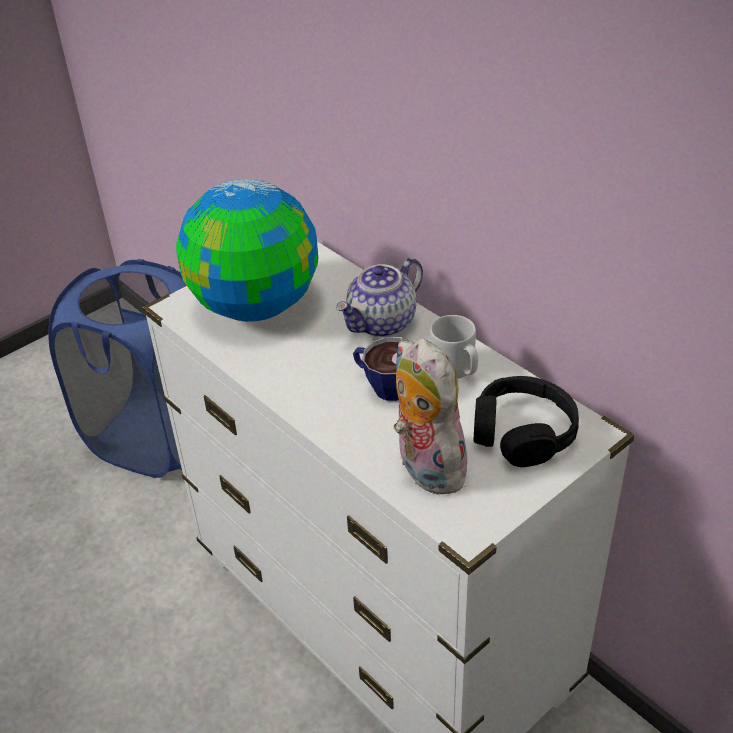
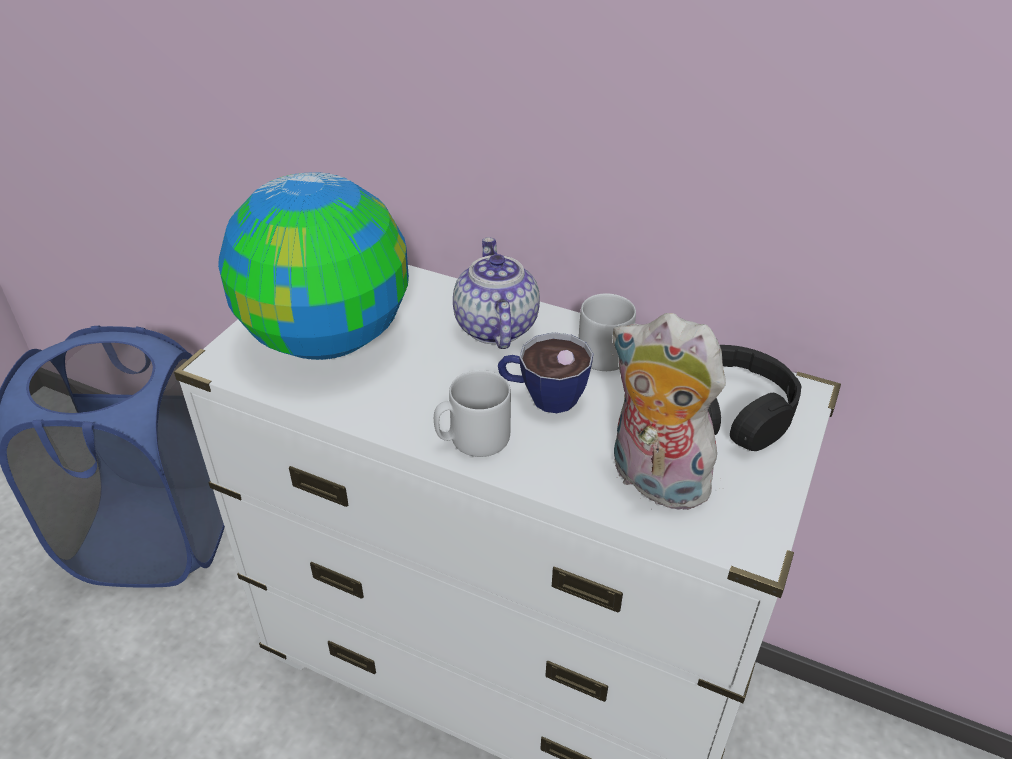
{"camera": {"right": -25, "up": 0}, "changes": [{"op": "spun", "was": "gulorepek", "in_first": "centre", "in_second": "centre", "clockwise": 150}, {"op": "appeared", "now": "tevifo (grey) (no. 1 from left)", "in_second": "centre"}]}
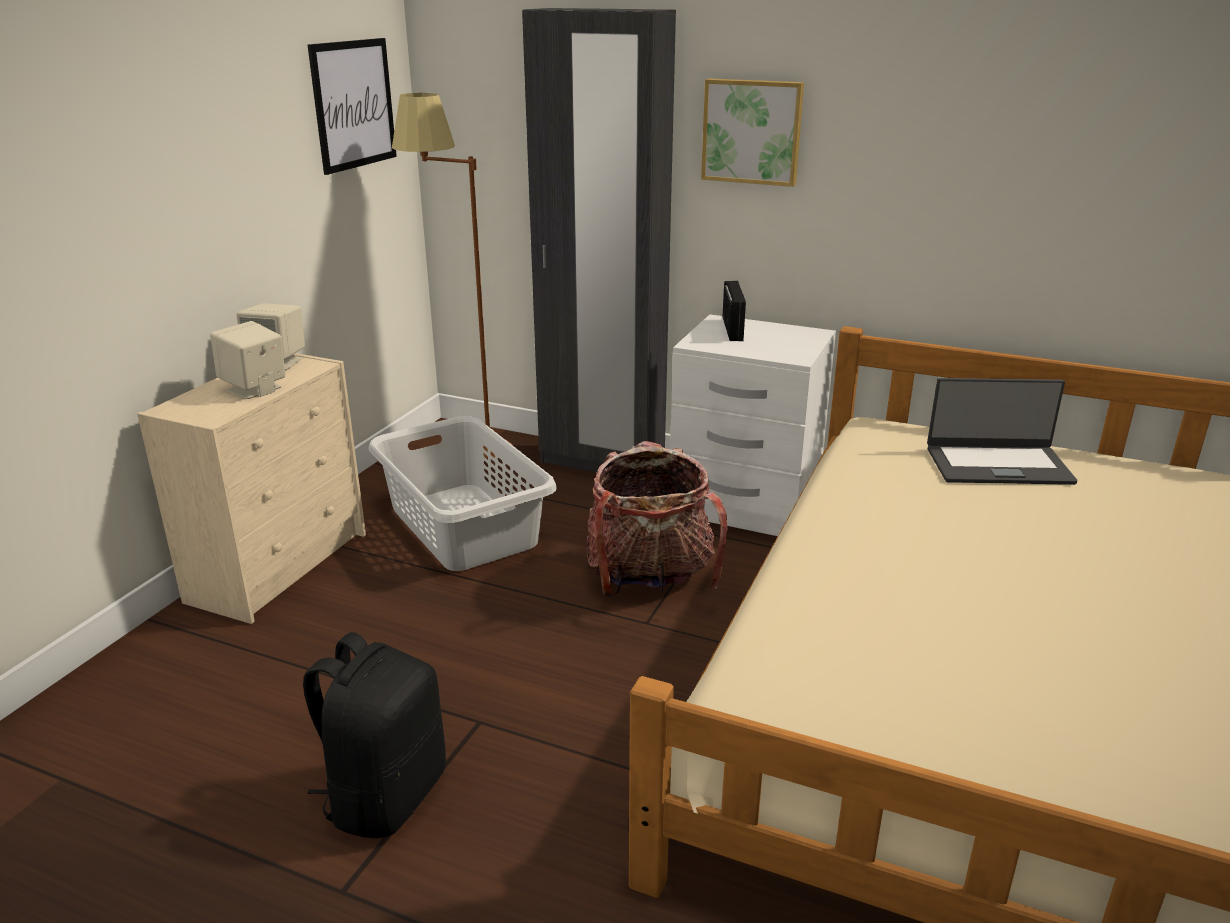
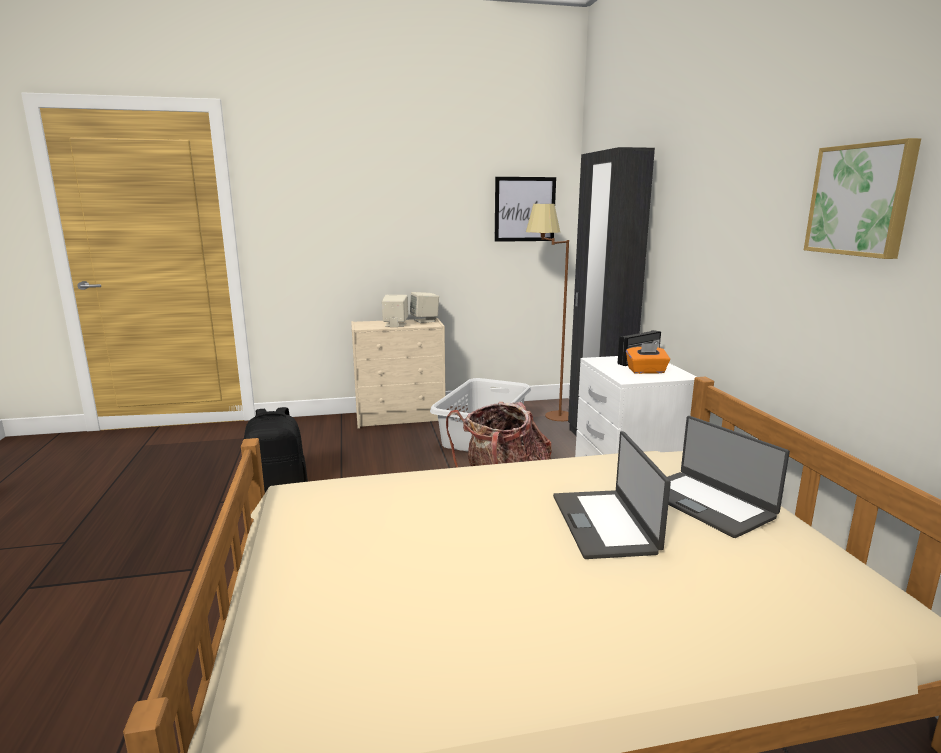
{"camera": {"right": 55, "up": -10}, "changes": [{"op": "relocated", "was": "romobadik (no. 2 from left)", "in_first": "top centre", "in_second": "top right"}, {"op": "appeared", "now": "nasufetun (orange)", "in_second": "middle right"}, {"op": "appeared", "now": "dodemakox (no. 1 from left)", "in_second": "centre"}]}
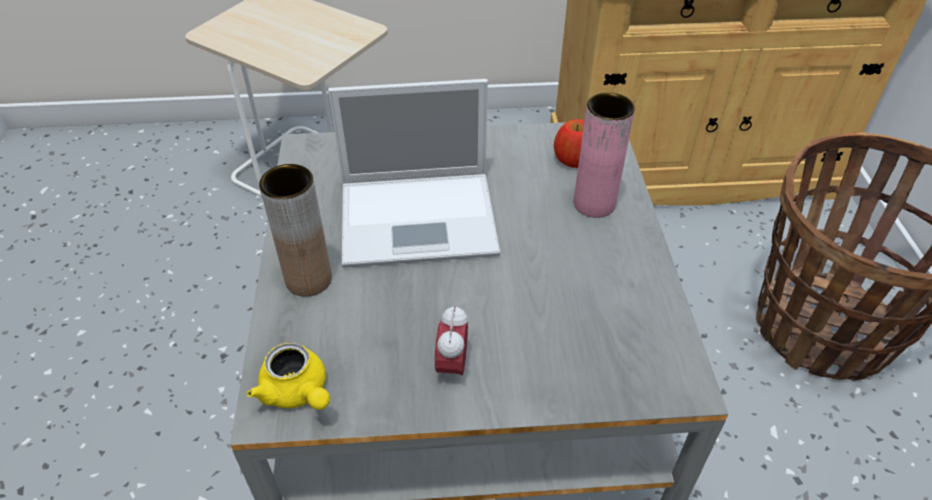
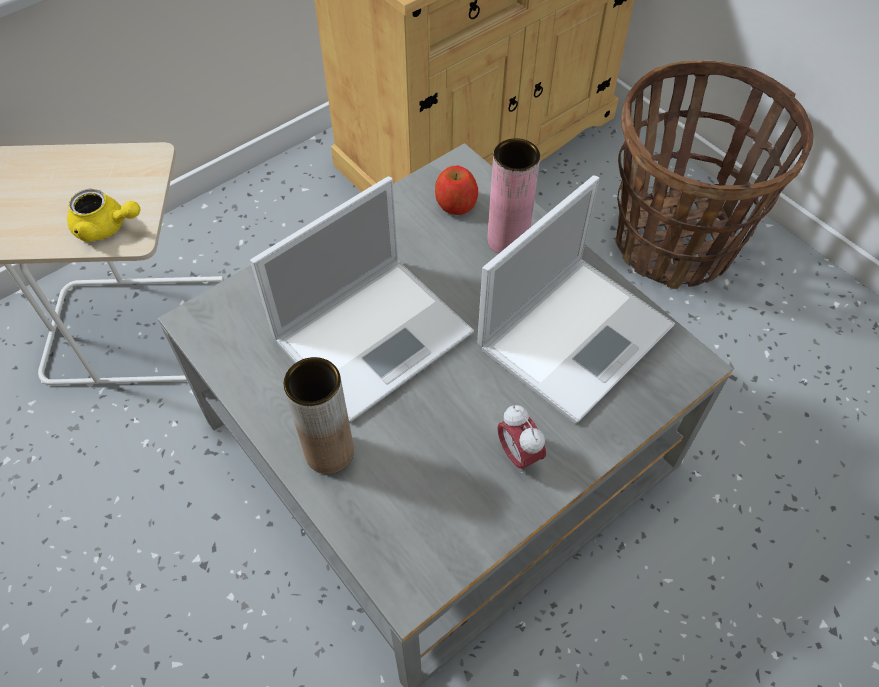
{"camera": {"right": -35, "up": 10}, "changes": [{"op": "relocated", "was": "gulorepek (yellow)", "in_first": "bottom left", "in_second": "top left"}, {"op": "appeared", "now": "dodemakox (no. 2 from left)", "in_second": "centre"}]}
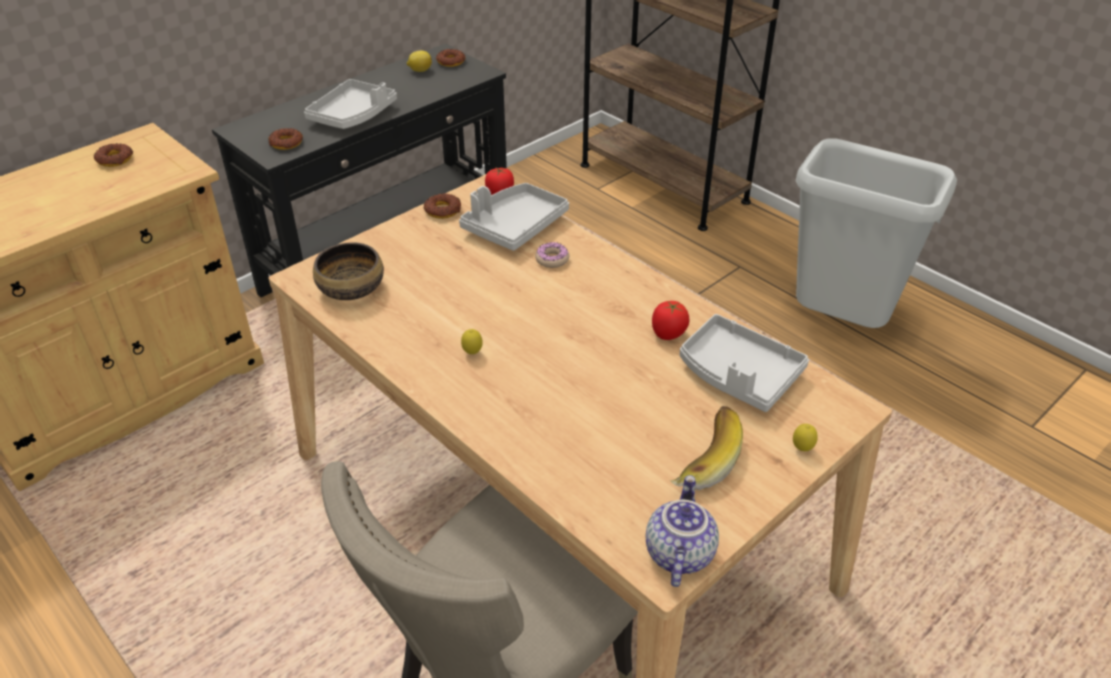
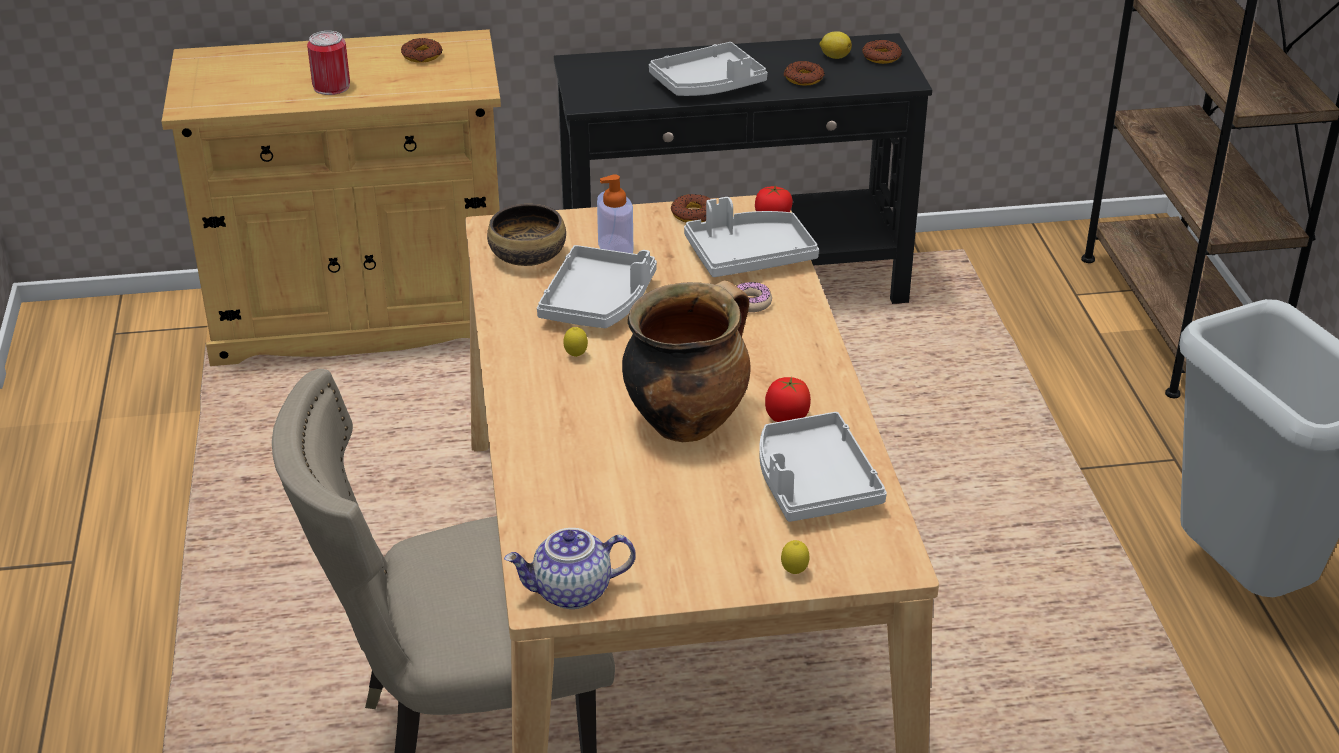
{"camera": {"right": 35, "up": -5}, "changes": [{"op": "relocated", "was": "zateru (no. 2 from left in the first image)", "now": "zateru (no. 4 from left)", "in_first": "top left", "in_second": "top centre"}, {"op": "missing", "was": "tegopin", "in_first": "centre"}, {"op": "spun", "was": "gulorepek", "in_first": "bottom centre", "in_second": "bottom centre", "clockwise": -150}, {"op": "appeared", "now": "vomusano", "in_second": "top left"}, {"op": "appeared", "now": "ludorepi", "in_second": "top centre"}, {"op": "appeared", "now": "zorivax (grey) (no. 1 from left)", "in_second": "centre"}, {"op": "appeared", "now": "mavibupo", "in_second": "centre"}]}
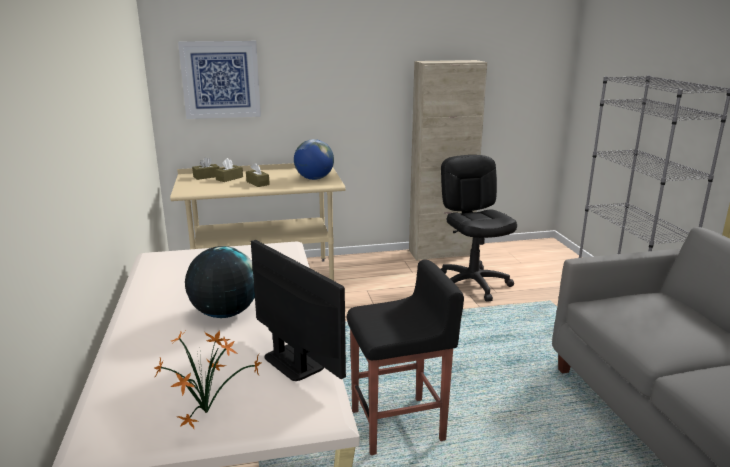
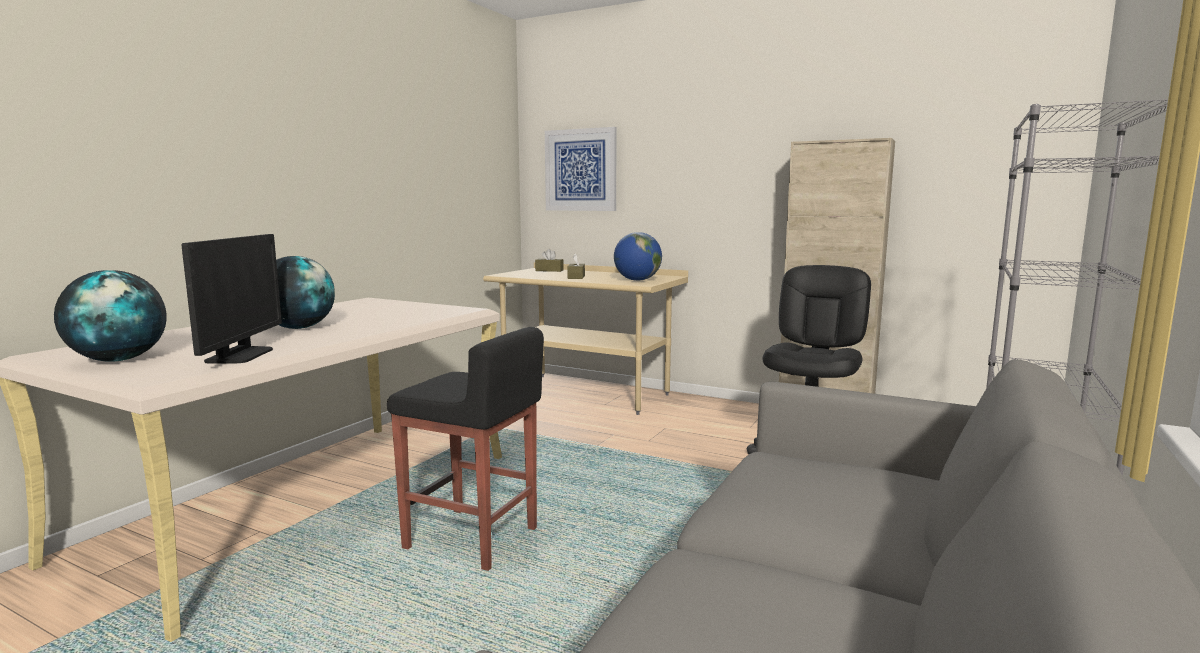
{"camera": {"right": 40, "up": -10}, "changes": [{"op": "missing", "was": "nasufetun (brown) (no. 2 from left)", "in_first": "middle left"}, {"op": "exchanged", "was": "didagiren", "now": "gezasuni (no. 1 from left)", "in_first": "bottom left", "in_second": "middle left"}]}
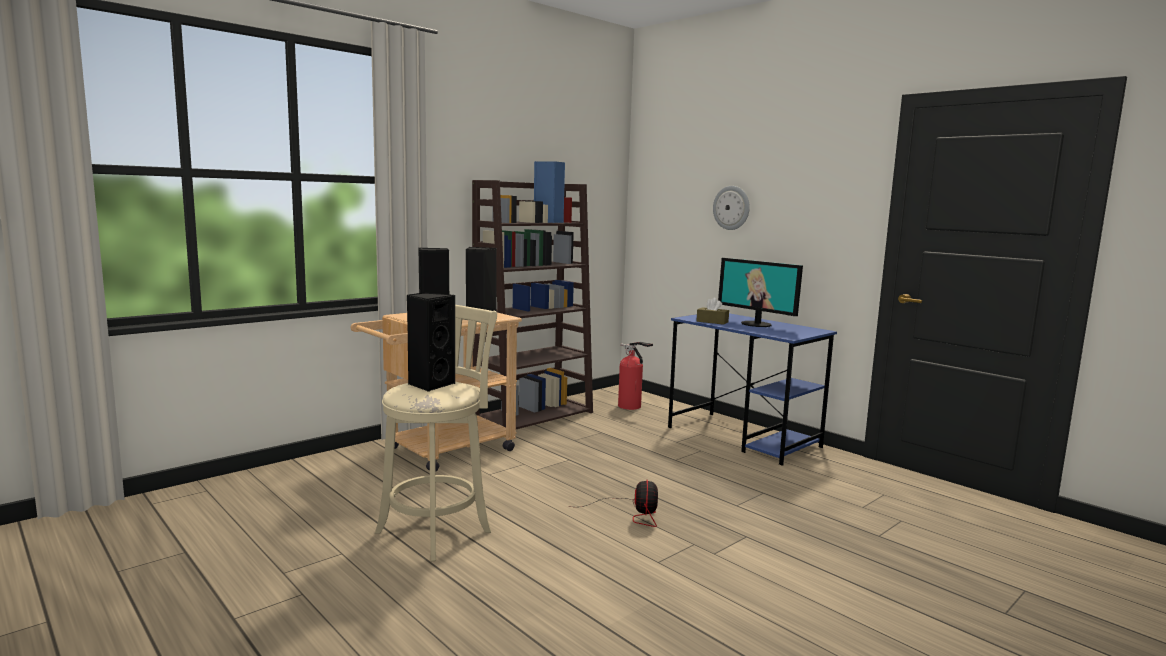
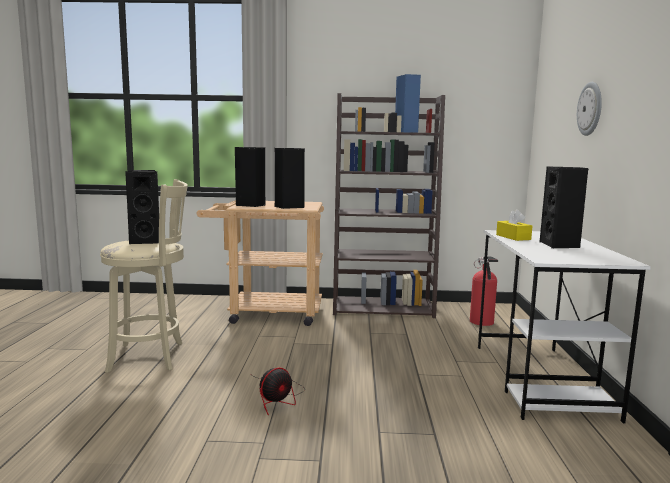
{"camera": {"right": 45, "up": 0}, "changes": [{"op": "exchanged", "was": "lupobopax", "now": "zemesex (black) (no. 4 from left)", "in_first": "centre", "in_second": "middle right"}, {"op": "colour", "was": "nasufetun (brown)", "now": "nasufetun (yellow)", "in_first": "centre", "in_second": "middle right"}, {"op": "colour", "was": "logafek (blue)", "now": "logafek (white)", "in_first": "centre", "in_second": "bottom right"}]}
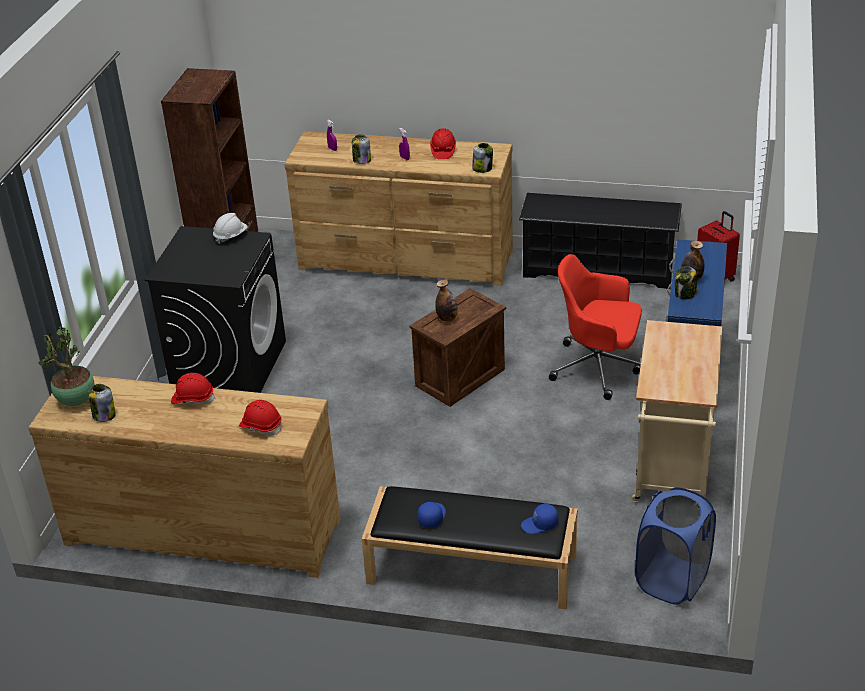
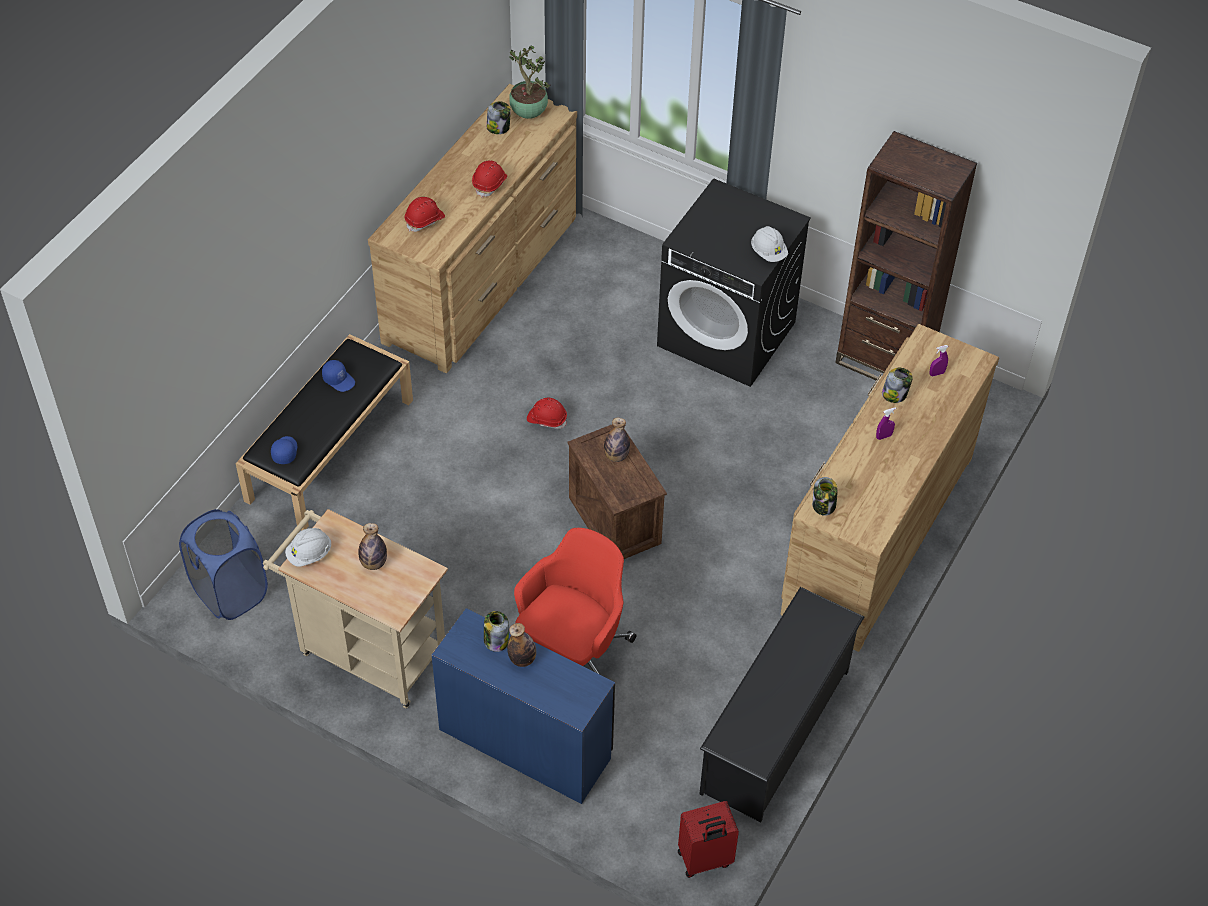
{"camera": {"right": 105, "up": 15}, "changes": [{"op": "relocated", "was": "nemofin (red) (no. 3 from left)", "in_first": "top centre", "in_second": "centre"}, {"op": "appeared", "now": "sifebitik (no. 1 from left)", "in_second": "middle left"}, {"op": "appeared", "now": "nemofin (white) (no. 1 from left)", "in_second": "middle left"}]}
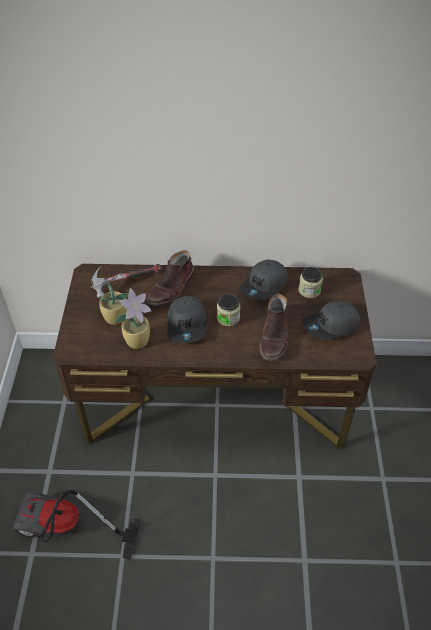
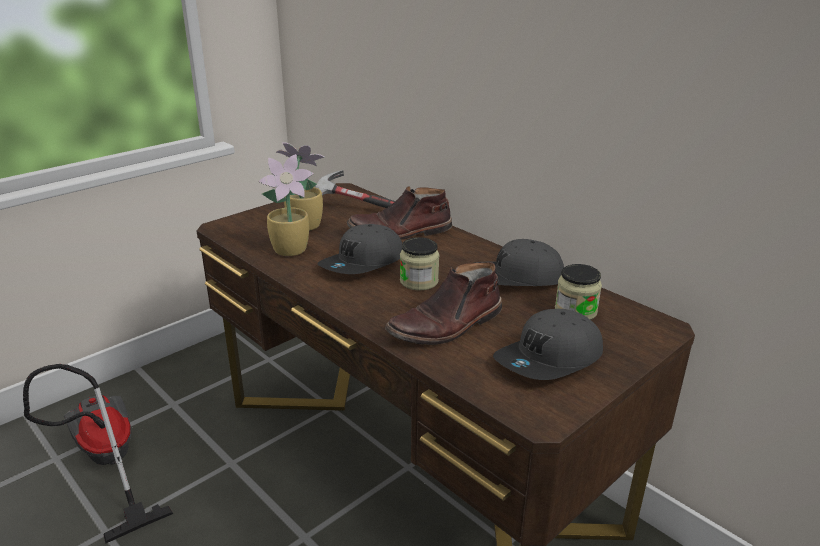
{"camera": {"right": 45, "up": -20}, "changes": [{"op": "spun", "was": "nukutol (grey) (no. 3 from left)", "in_first": "middle right", "in_second": "middle right", "clockwise": -60}]}
